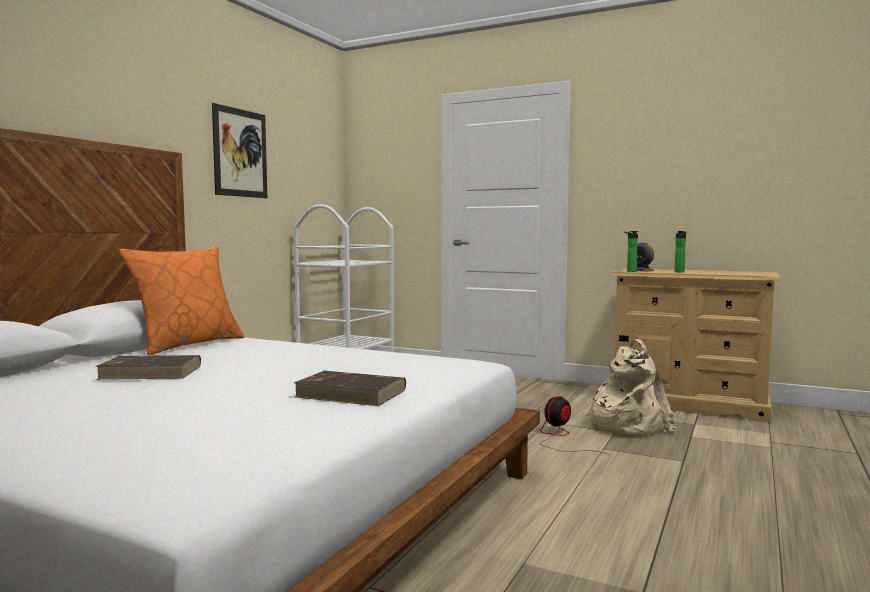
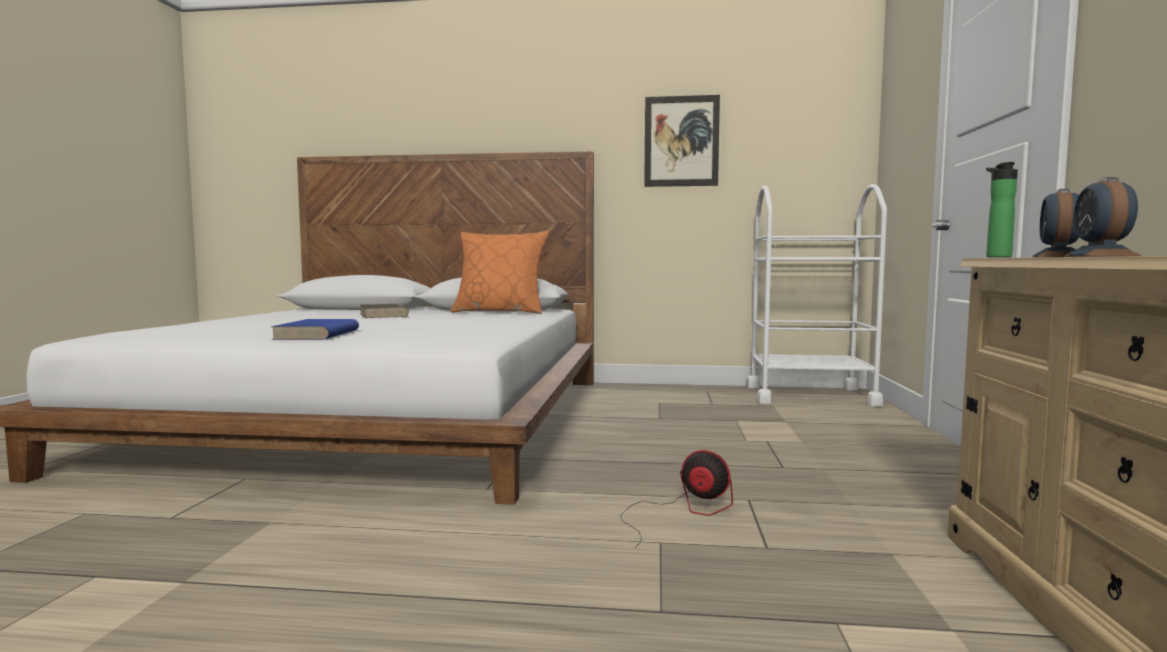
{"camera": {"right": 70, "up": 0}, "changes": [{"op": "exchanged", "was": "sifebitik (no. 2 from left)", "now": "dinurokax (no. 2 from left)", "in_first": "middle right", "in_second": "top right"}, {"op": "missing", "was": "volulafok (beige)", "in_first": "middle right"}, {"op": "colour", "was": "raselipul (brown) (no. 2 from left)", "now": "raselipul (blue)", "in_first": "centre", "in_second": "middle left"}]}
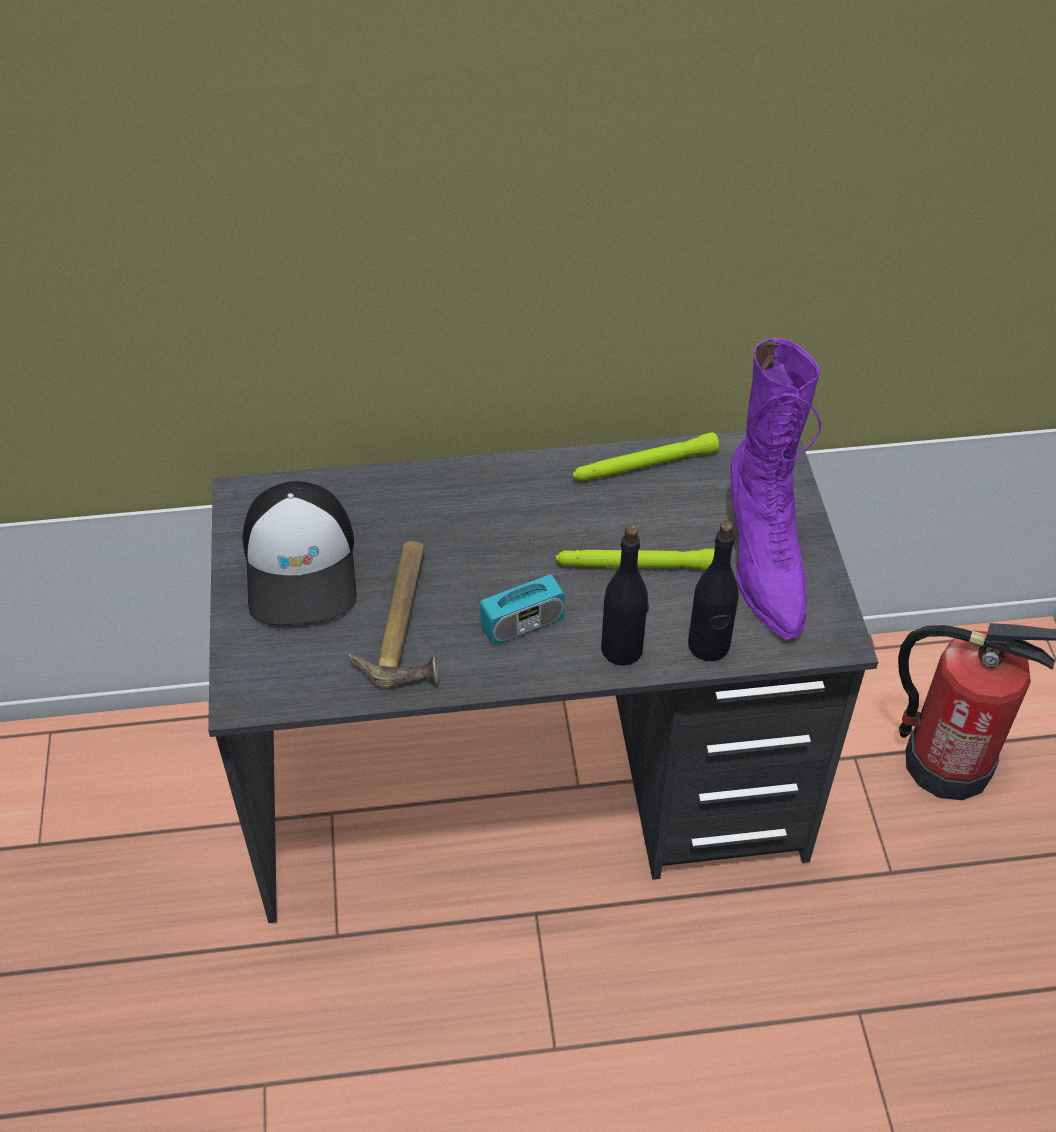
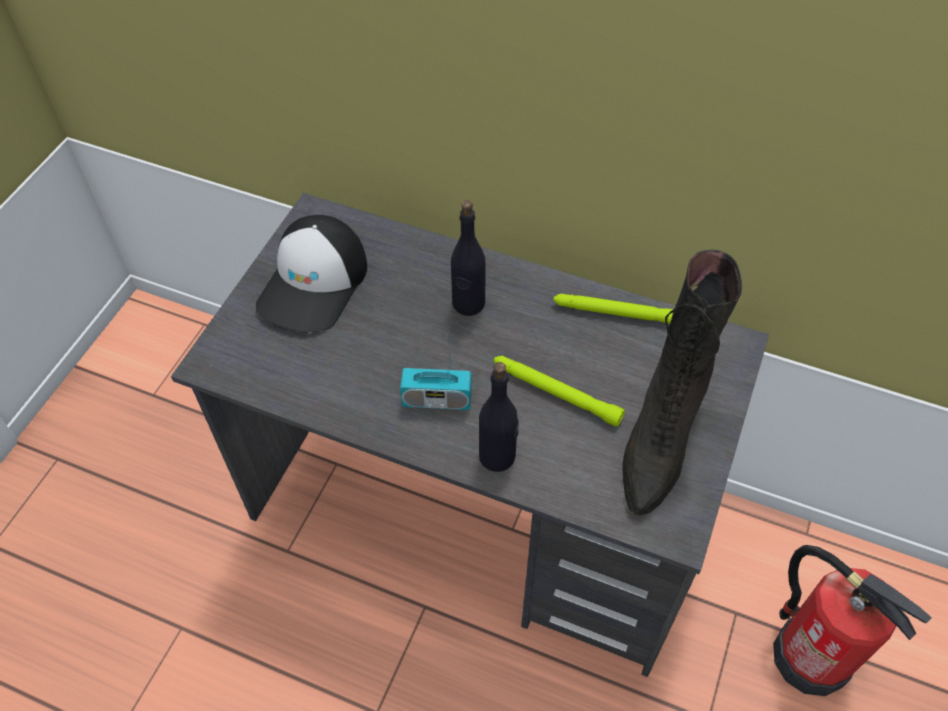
{"camera": {"right": 30, "up": 5}, "changes": [{"op": "colour", "was": "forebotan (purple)", "now": "forebotan (black)", "in_first": "middle right", "in_second": "middle right"}, {"op": "relocated", "was": "sifebitik (black) (no. 2 from left in the first image)", "now": "sifebitik (black) (no. 1 from left)", "in_first": "middle right", "in_second": "centre"}, {"op": "missing", "was": "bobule", "in_first": "centre"}]}
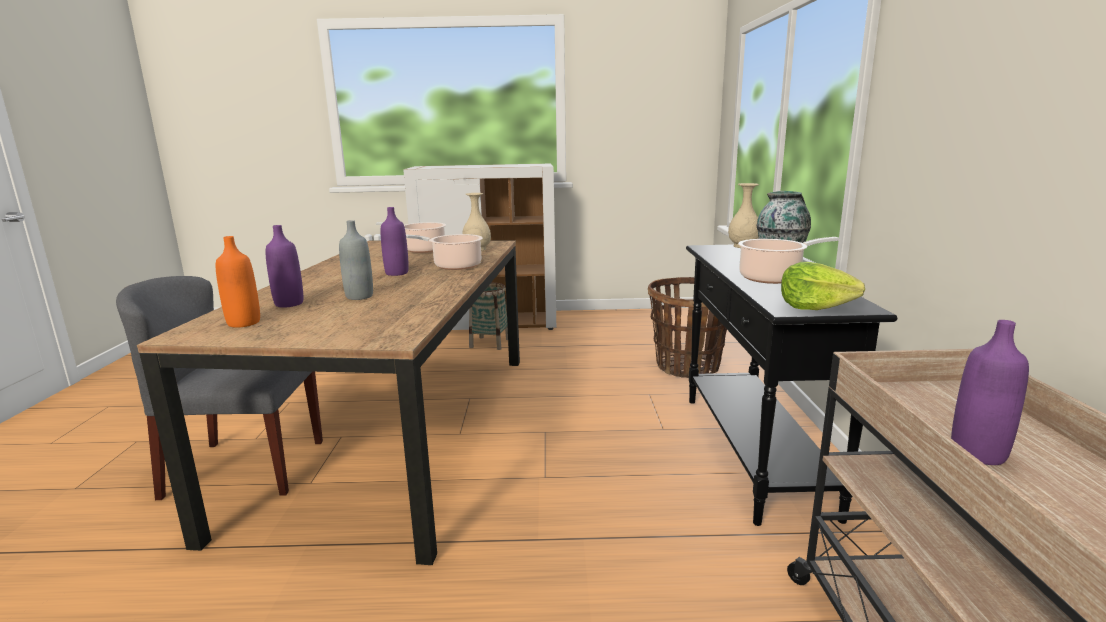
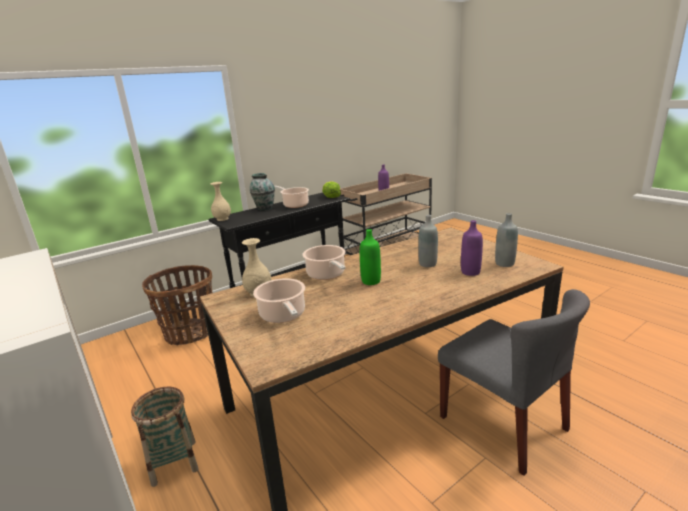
{"camera": {"right": -125, "up": 5}, "changes": [{"op": "colour", "was": "sifebitik (purple) (no. 2 from left)", "now": "sifebitik (green)", "in_first": "centre", "in_second": "centre"}, {"op": "colour", "was": "sifebitik (orange)", "now": "sifebitik (grey) (no. 2 from left)", "in_first": "middle left", "in_second": "middle right"}]}
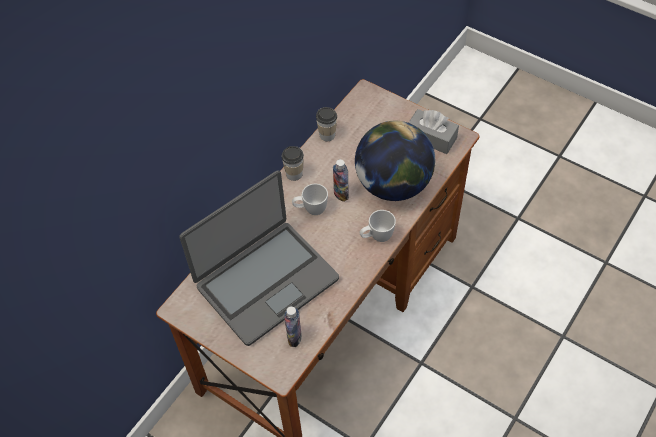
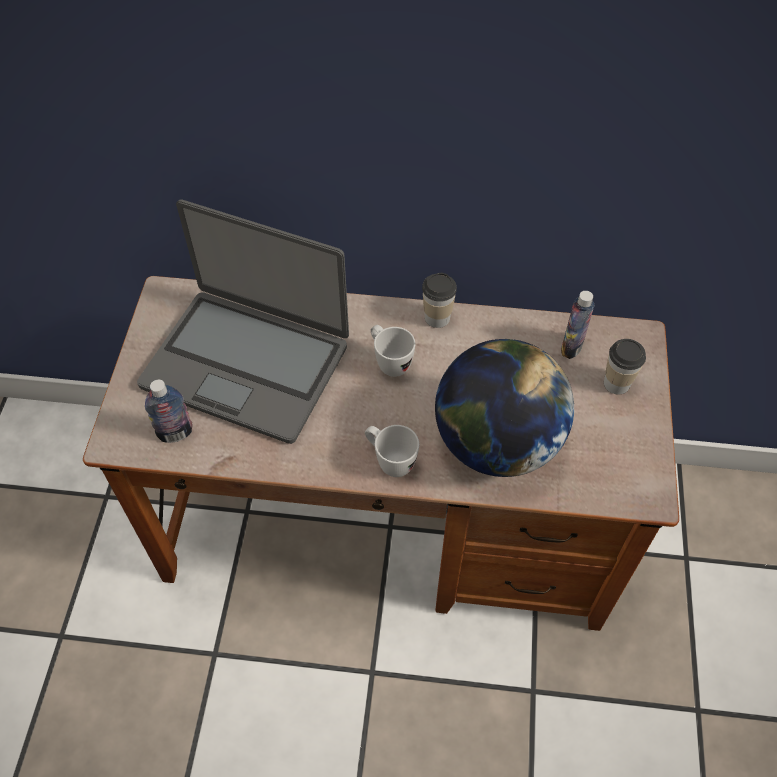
{"camera": {"right": 60, "up": 0}, "changes": [{"op": "relocated", "was": "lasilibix (no. 2 from left)", "in_first": "top centre", "in_second": "middle right"}, {"op": "missing", "was": "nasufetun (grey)", "in_first": "top centre"}, {"op": "relocated", "was": "sifebitik (no. 2 from left)", "in_first": "centre", "in_second": "middle right"}]}
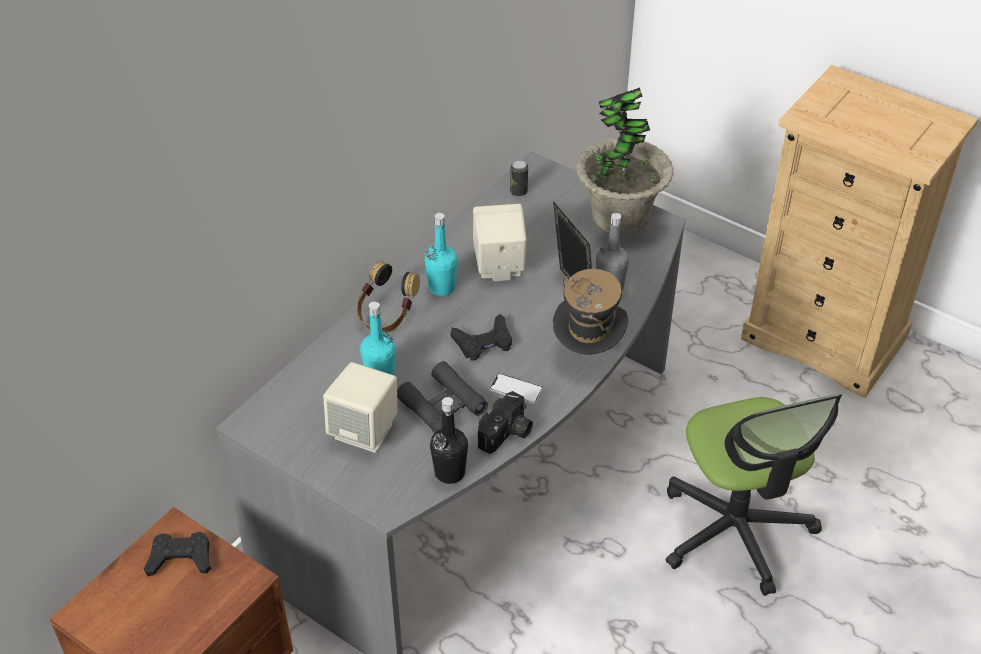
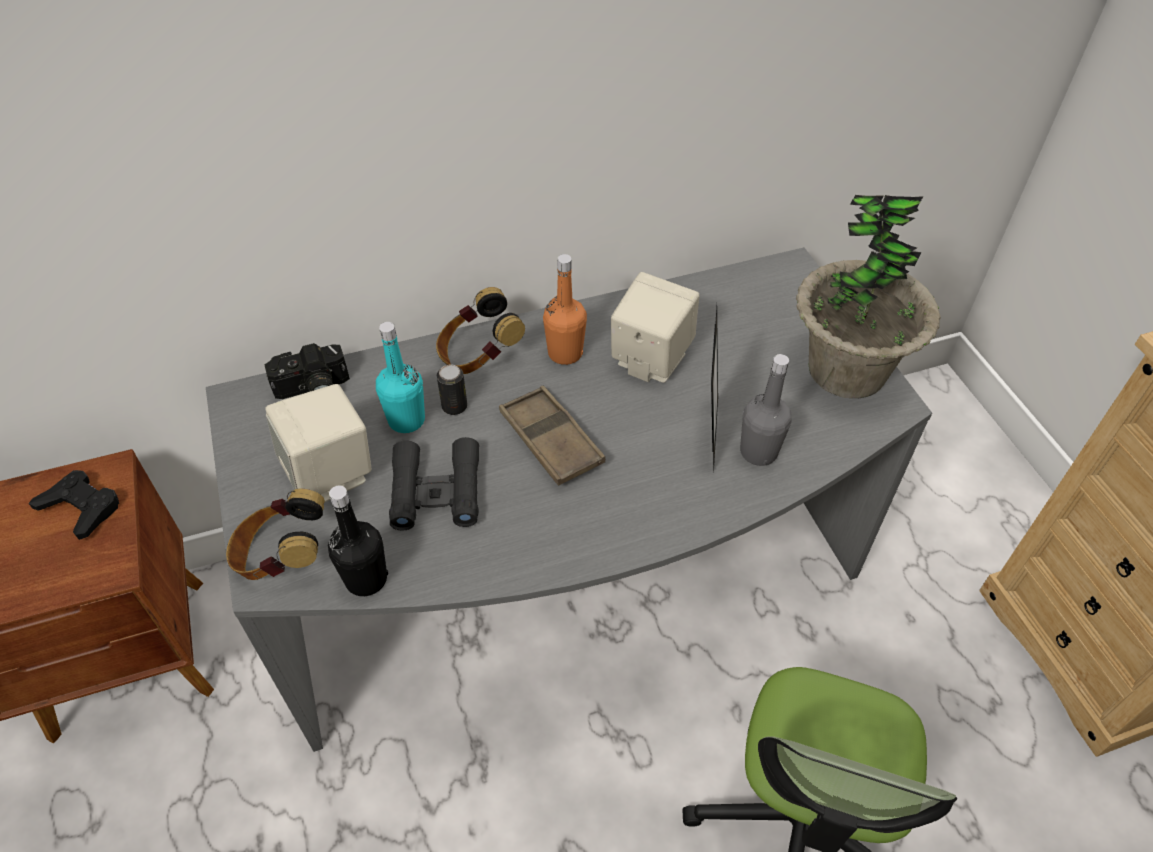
{"camera": {"right": 35, "up": 5}, "changes": [{"op": "relocated", "was": "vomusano", "in_first": "top centre", "in_second": "centre"}, {"op": "colour", "was": "sifebitik (turquoise) (no. 2 from left)", "now": "sifebitik (orange)", "in_first": "centre", "in_second": "centre"}, {"op": "missing", "was": "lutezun", "in_first": "centre"}, {"op": "exchanged", "was": "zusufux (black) (no. 2 from left)", "now": "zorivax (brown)", "in_first": "centre", "in_second": "centre"}, {"op": "missing", "was": "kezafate", "in_first": "centre"}, {"op": "relocated", "was": "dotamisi", "in_first": "centre", "in_second": "middle left"}, {"op": "appeared", "now": "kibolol (no. 1 from left)", "in_second": "middle left"}]}
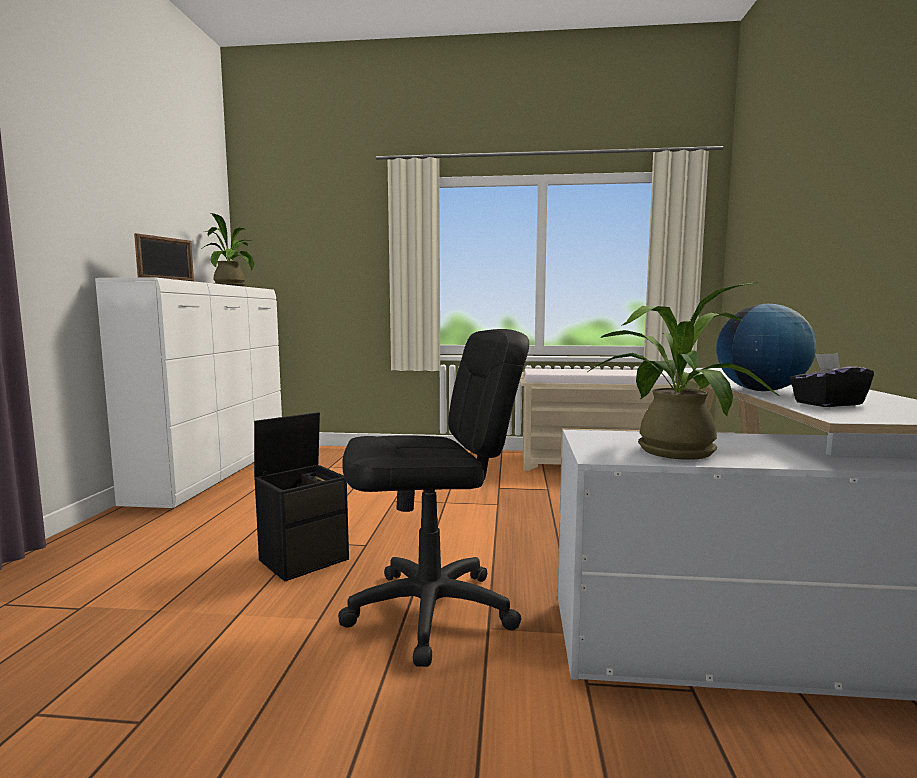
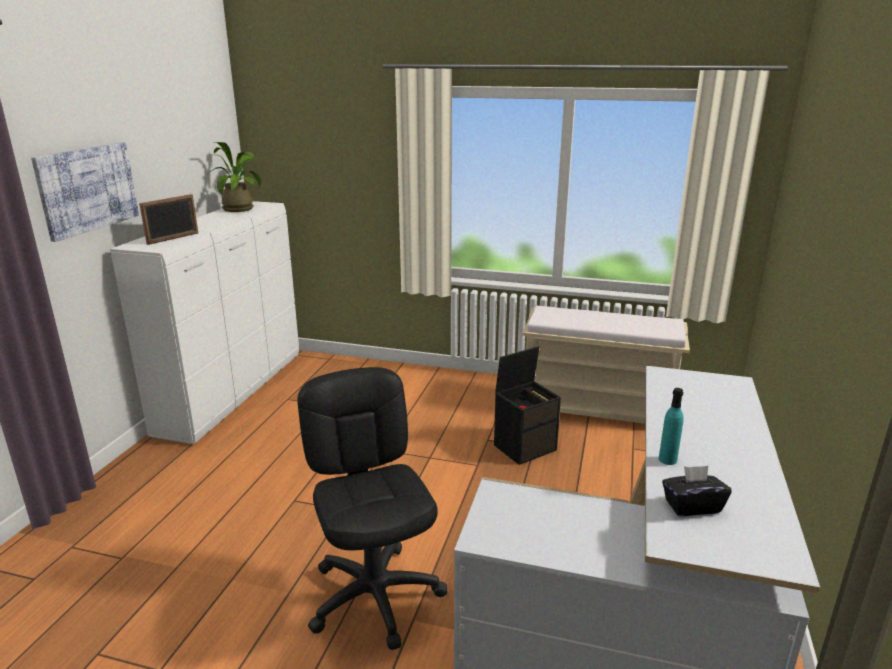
{"camera": {"right": 10, "up": 15}, "changes": [{"op": "missing", "was": "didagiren (no. 2 from left)", "in_first": "middle right"}, {"op": "exchanged", "was": "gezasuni", "now": "sifebitik (turquoise)", "in_first": "middle right", "in_second": "middle right"}, {"op": "spun", "was": "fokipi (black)", "in_first": "centre", "in_second": "bottom centre", "clockwise": -105}, {"op": "relocated", "was": "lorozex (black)", "in_first": "middle left", "in_second": "centre"}, {"op": "appeared", "now": "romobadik", "in_second": "top left"}]}
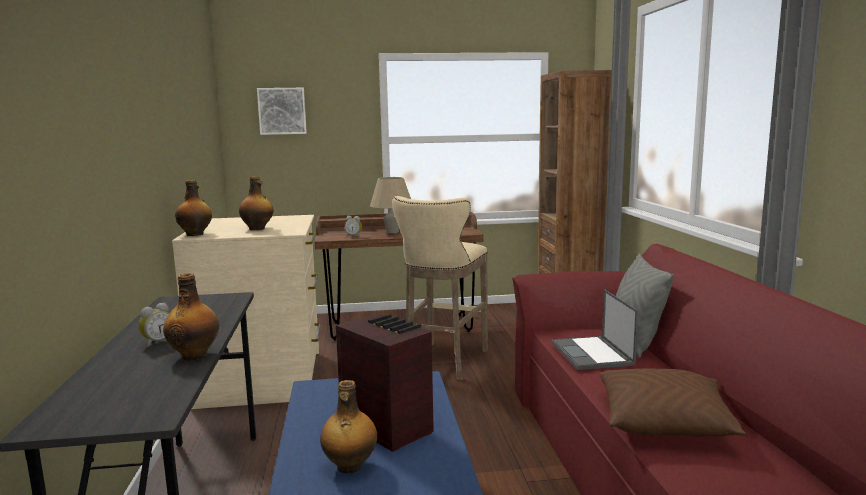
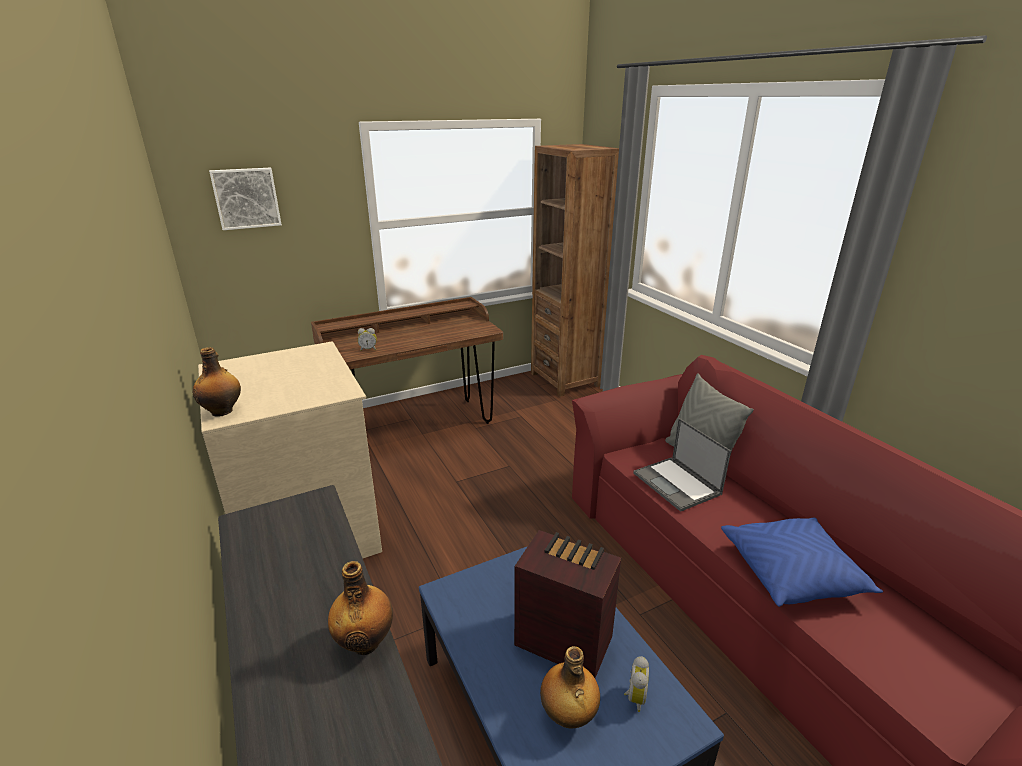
{"camera": {"right": -20, "up": 15}, "changes": [{"op": "missing", "was": "sifebitik (no. 3 from left)", "in_first": "middle left"}, {"op": "missing", "was": "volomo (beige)", "in_first": "centre"}, {"op": "missing", "was": "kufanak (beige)", "in_first": "centre"}, {"op": "relocated", "was": "dinurokax (no. 1 from left in the first image)", "now": "dinurokax (no. 2 from left)", "in_first": "middle left", "in_second": "bottom centre"}, {"op": "colour", "was": "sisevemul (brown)", "now": "sisevemul (blue)", "in_first": "bottom right", "in_second": "bottom right"}]}
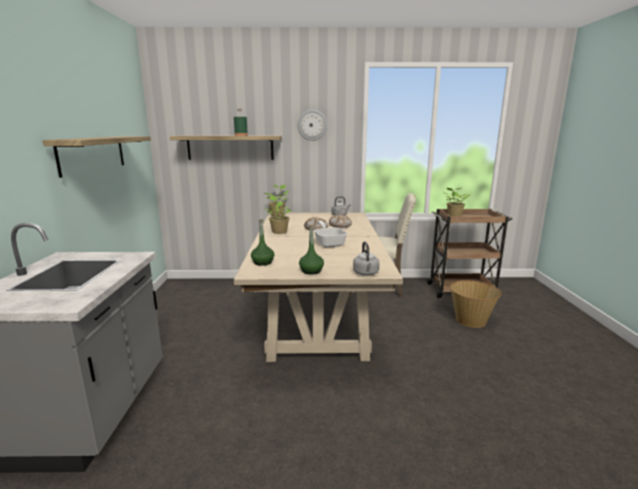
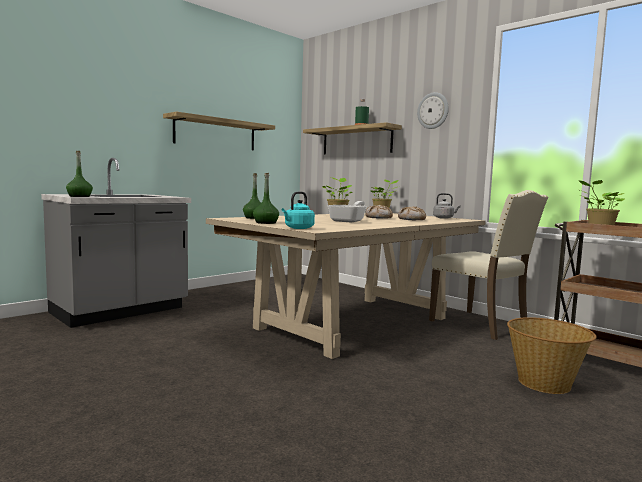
{"camera": {"right": 45, "up": -10}, "changes": [{"op": "colour", "was": "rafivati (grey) (no. 2 from left)", "now": "rafivati (turquoise)", "in_first": "centre", "in_second": "centre"}, {"op": "appeared", "now": "sifebitik (green) (no. 1 from left)", "in_second": "middle left"}]}
